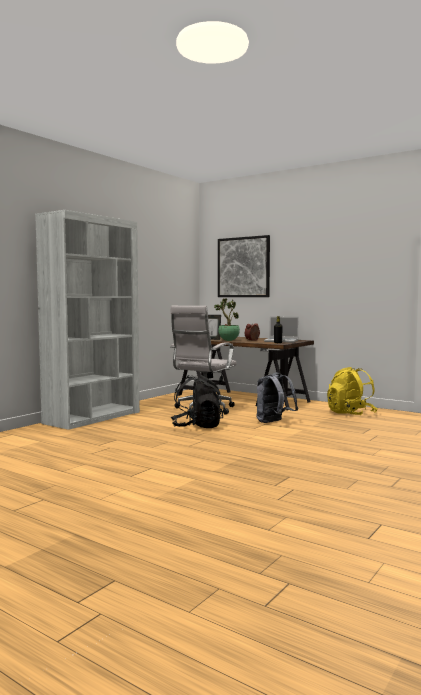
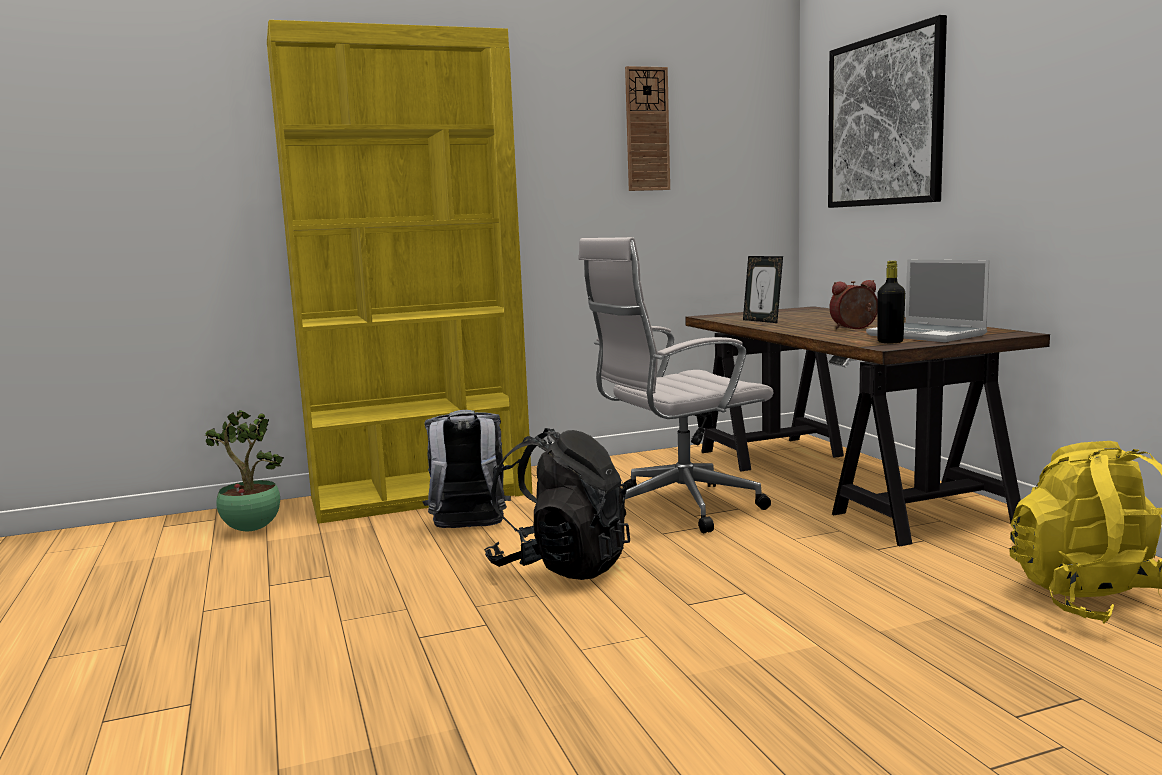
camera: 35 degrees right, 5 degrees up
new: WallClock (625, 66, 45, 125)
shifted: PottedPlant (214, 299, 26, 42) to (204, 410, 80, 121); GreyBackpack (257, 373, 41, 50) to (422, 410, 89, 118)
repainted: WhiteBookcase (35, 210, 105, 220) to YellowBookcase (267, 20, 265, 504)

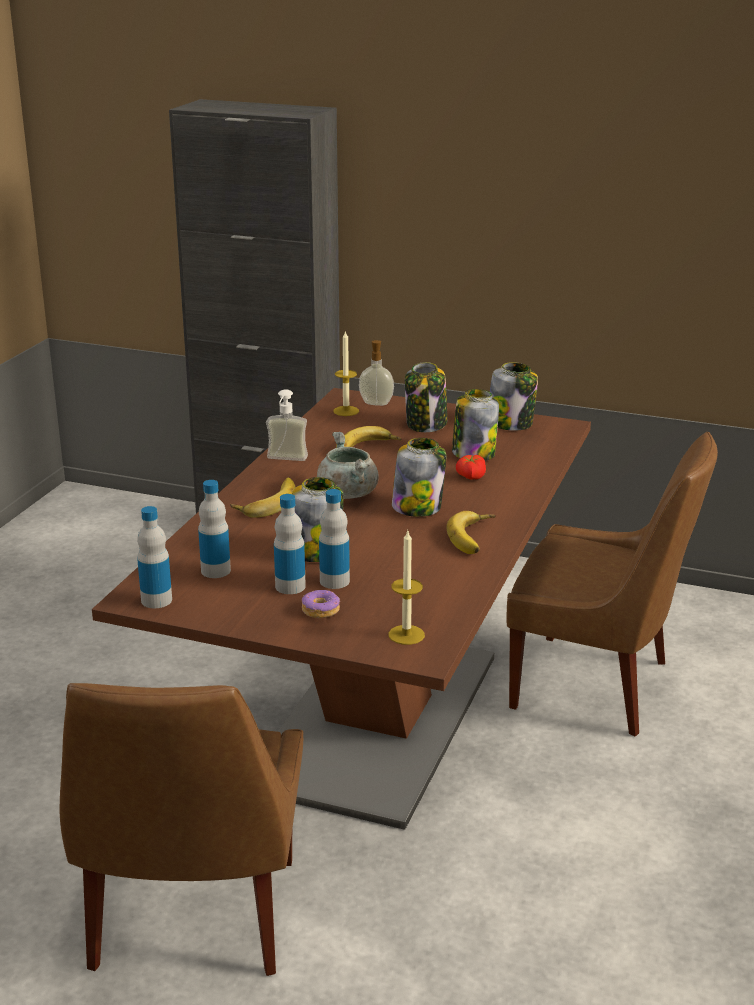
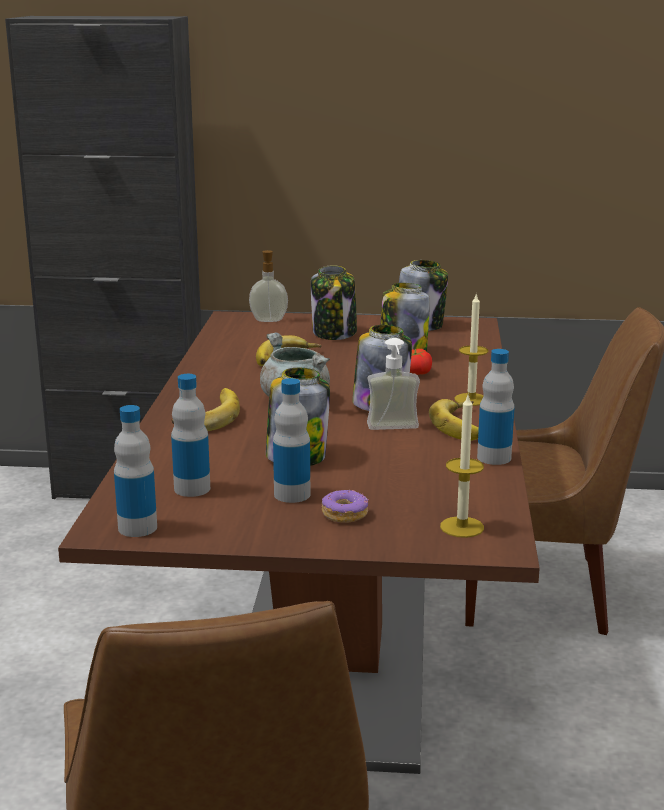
camera: 15 degrees left, 5 degrees down
shifted: Candle (333, 330, 26, 86) to (455, 293, 33, 113); SoapDispenser (266, 389, 42, 72) to (367, 338, 53, 92); Bottle (319, 489, 31, 100) to (477, 349, 37, 116)

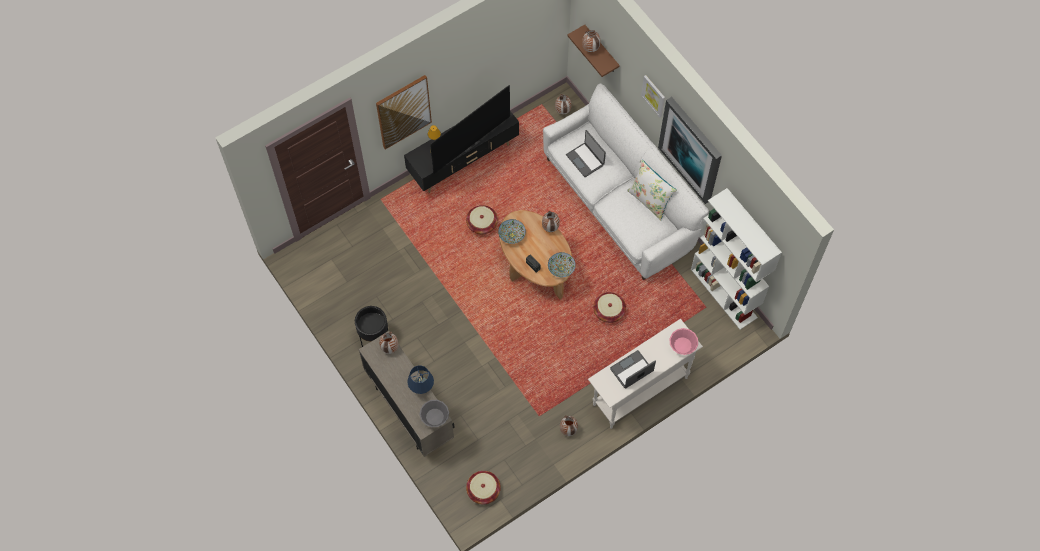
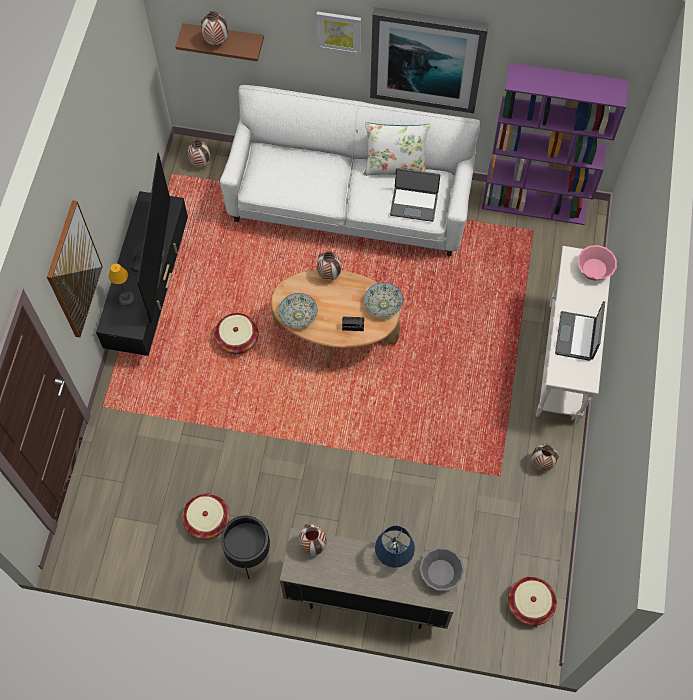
camera: 45 degrees left, 0 degrees up
shifted: Laptop (566, 130, 40, 47) to (390, 168, 50, 54); Basket (593, 292, 33, 31) to (182, 493, 48, 47)
repainted: WhiteBookcase (691, 188, 91, 142) to PurpleBookcase (482, 63, 147, 162)

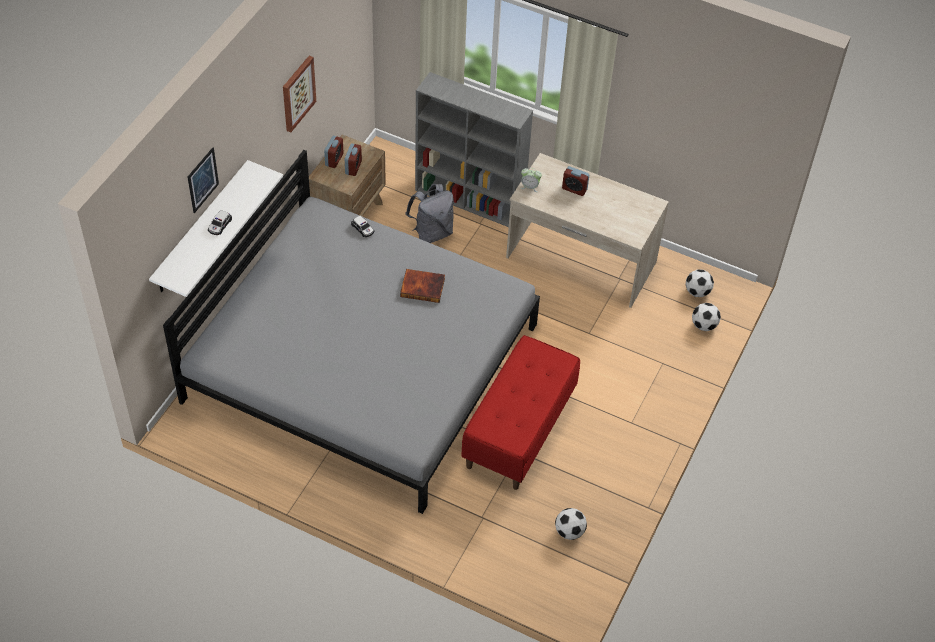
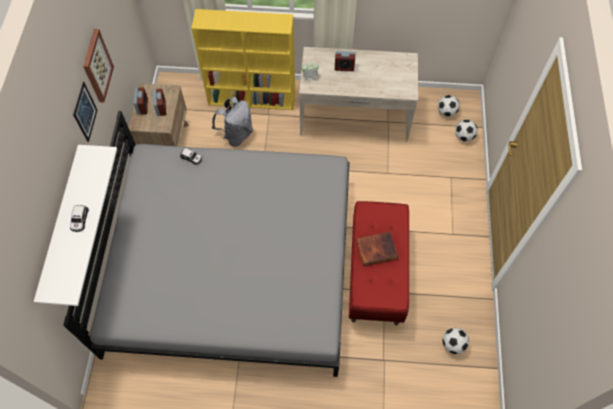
camera: 20 degrees left, 10 degrees up
shifted: Picture (188, 147, 31, 66) to (73, 82, 24, 60); Book (400, 269, 45, 34) to (357, 232, 41, 34)
repainted: GreyBookcase (415, 72, 118, 155) to YellowBookcase (191, 9, 104, 101)

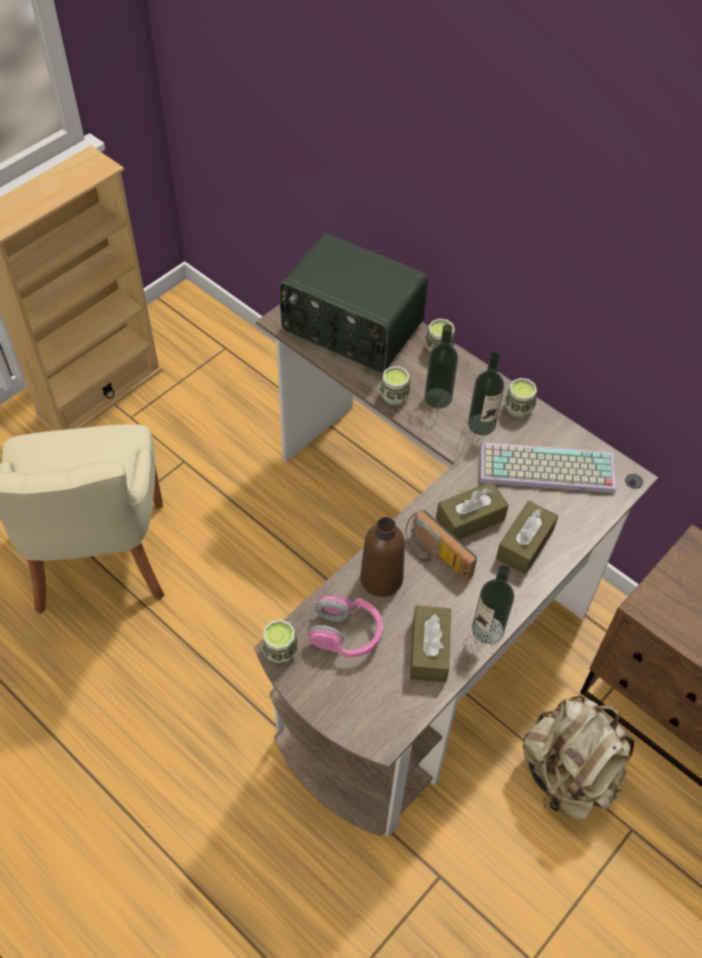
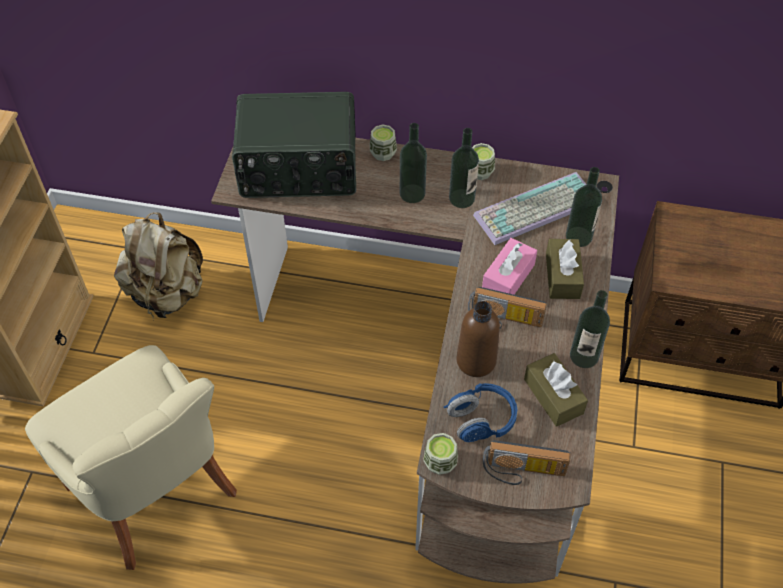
camera: 30 degrees left, 0 degrees up
gone: Cup (380, 366, 30, 39)
new: Bottle (566, 167, 36, 80); Radio (483, 440, 88, 45)
shifted: BeigeBackpack (522, 696, 112, 124) to (114, 212, 89, 106)
repainted: BrownTissueBox (436, 481, 73, 59) to PinkTissueBox (482, 238, 55, 57); PinkHeadphones (308, 596, 75, 62) to BlueHeadphones (444, 383, 73, 59)

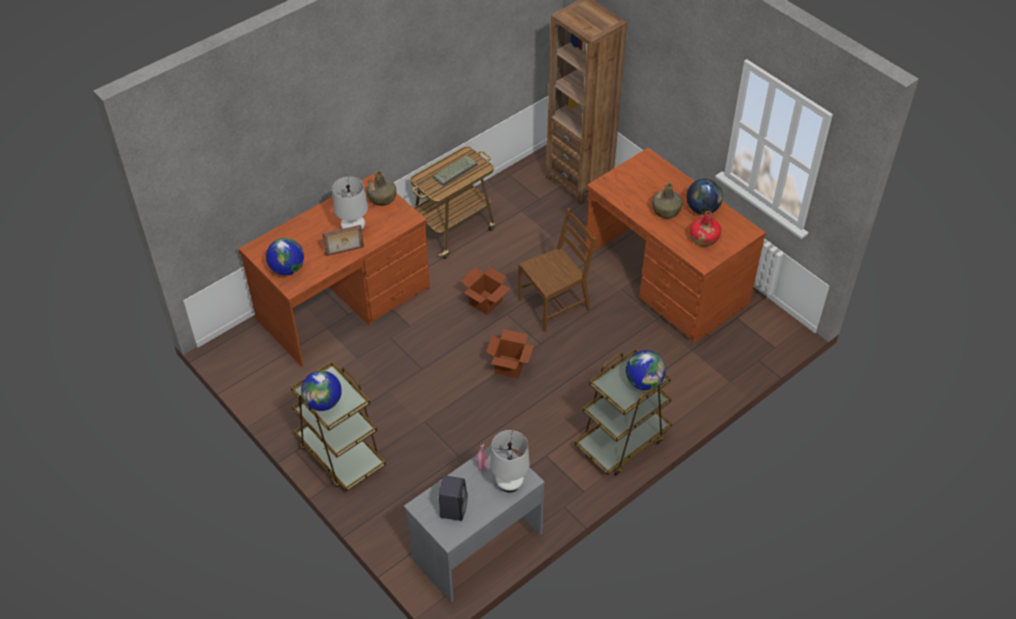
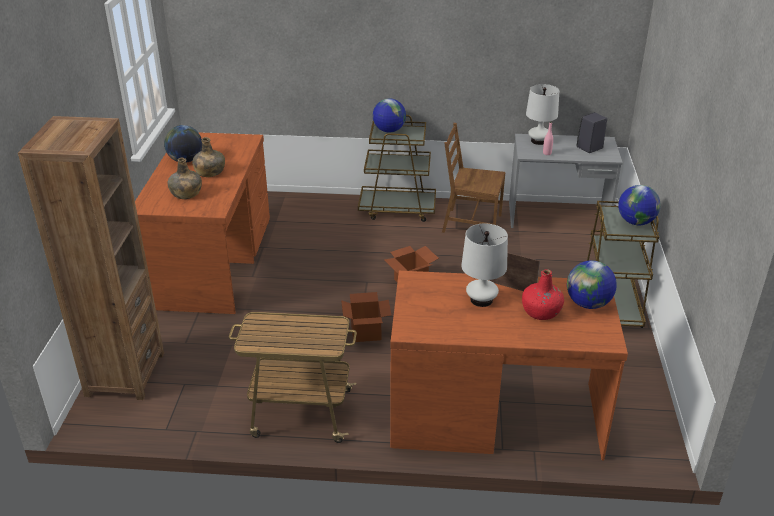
camera: 135 degrees left, 15 degrees down
gone: Keyboard (433, 156, 45, 30)
shifted: GreenBottle (366, 171, 30, 35) to (168, 158, 34, 41); BrownChair (518, 208, 79, 124) to (442, 123, 63, 110); RedBottle (690, 211, 31, 35) to (522, 269, 42, 51)

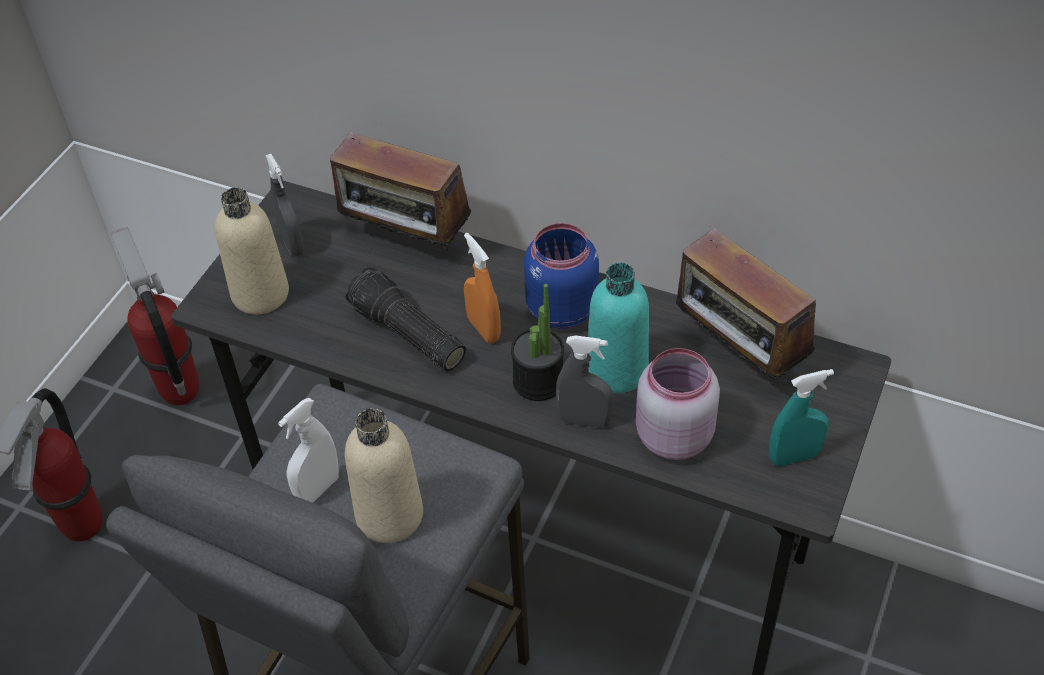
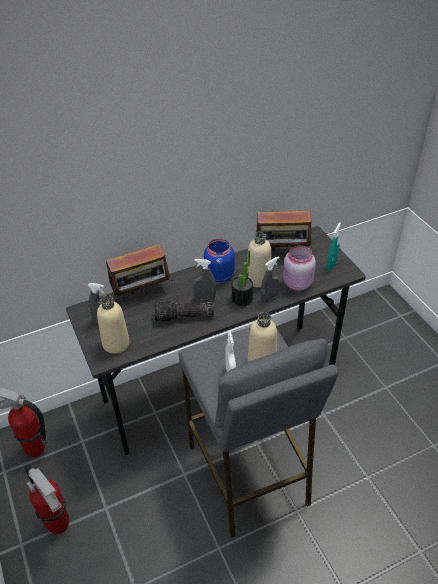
camera: 50 degrees left, 5 degrees down
repainted: OrangeSprayBottle (464, 233, 37, 110) to GreySprayBottle (193, 259, 23, 41); TurquoiseBottle (588, 263, 61, 130) to BeigeBottle (247, 232, 24, 56)

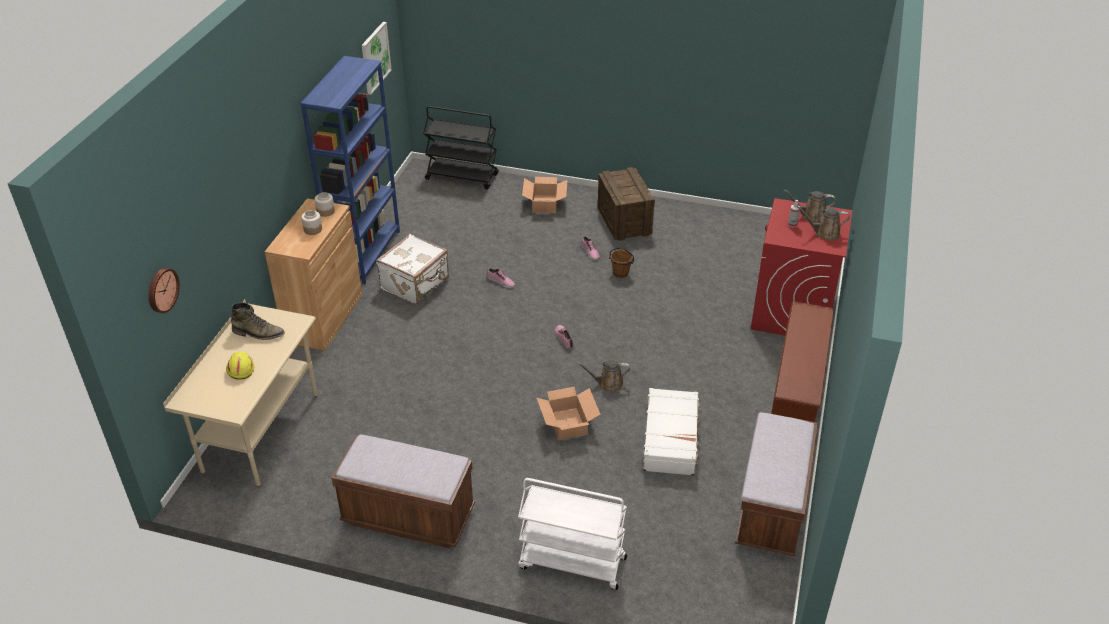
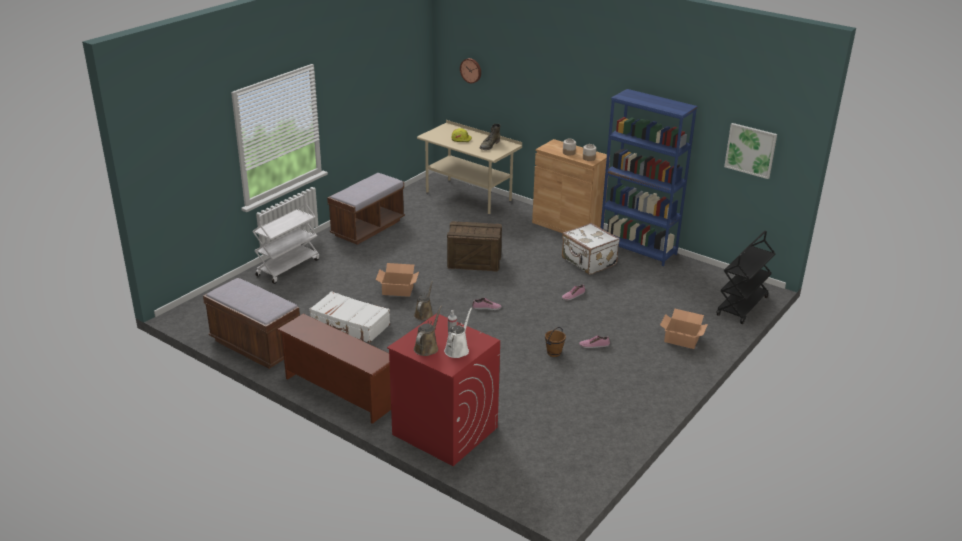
camera: 110 degrees right, 10 degrees down
shifted: Crate (597, 167, 58, 74) to (447, 221, 55, 51)
repainted: BrownWateringCan (784, 189, 52, 34) to WhiteWateringCan (444, 308, 28, 50)

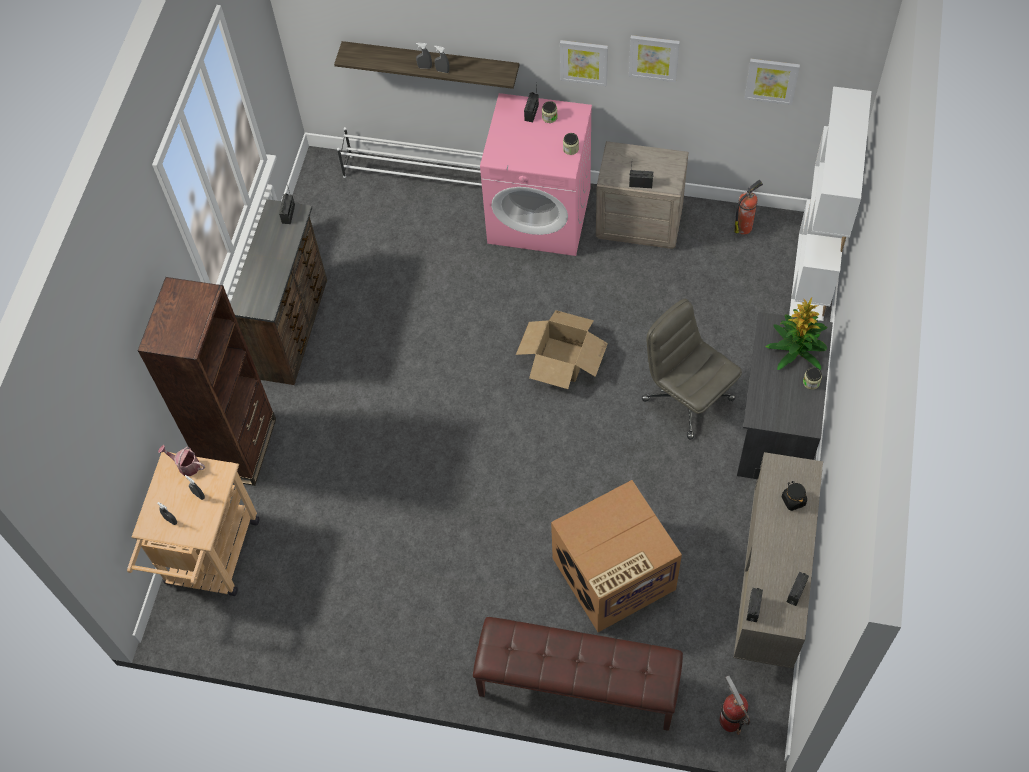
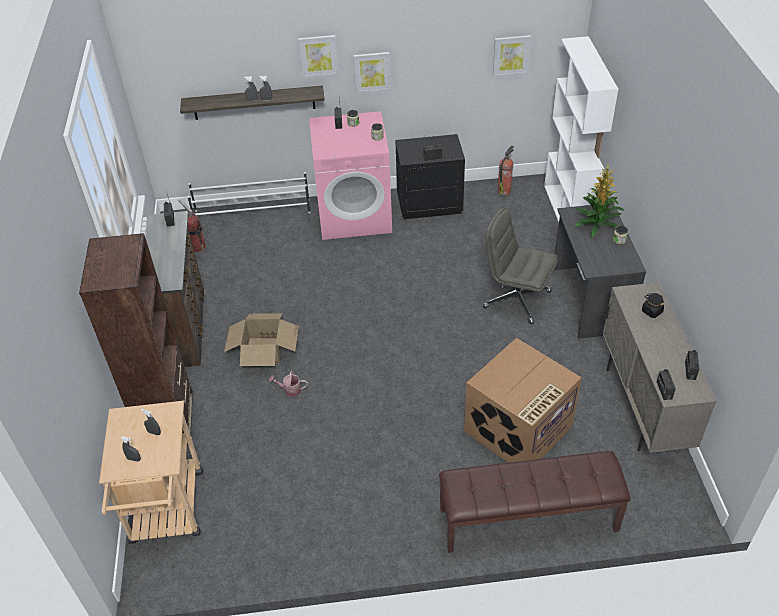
camera: 20 degrees left, 15 degrees down
shifted: Picture (629, 35, 51, 47) to (298, 35, 41, 43); CardboardBox (516, 310, 92, 79) to (224, 313, 75, 53); WateringCan (158, 445, 47, 31) to (269, 371, 39, 26); FireExtinguisher (719, 676, 31, 59) to (179, 200, 27, 52)
repainted: BeigeNightstand (596, 141, 93, 108) to BlackNightstand (395, 134, 70, 85)

